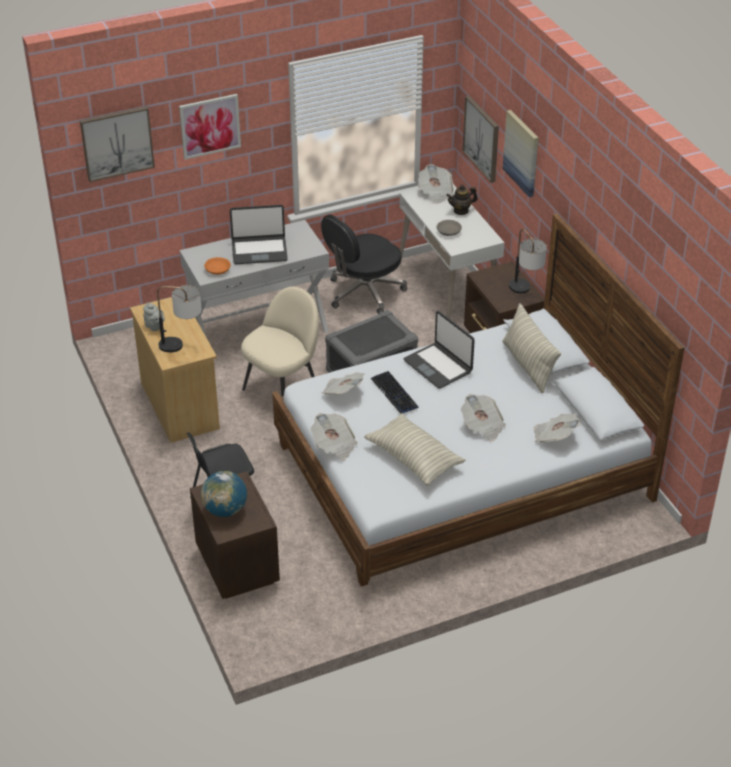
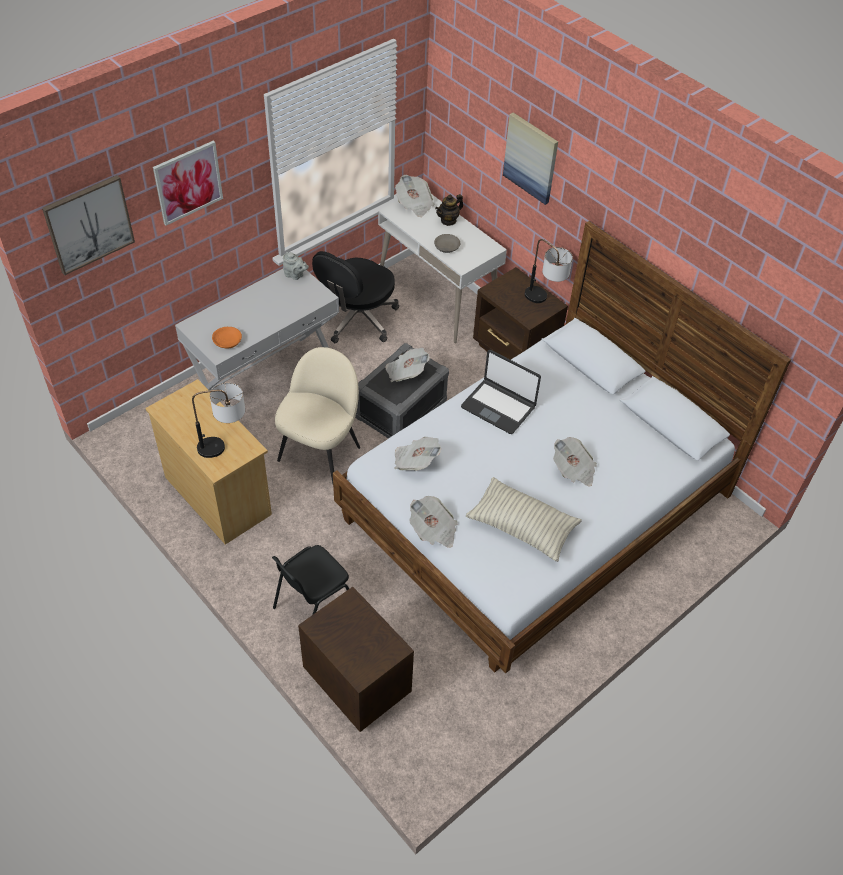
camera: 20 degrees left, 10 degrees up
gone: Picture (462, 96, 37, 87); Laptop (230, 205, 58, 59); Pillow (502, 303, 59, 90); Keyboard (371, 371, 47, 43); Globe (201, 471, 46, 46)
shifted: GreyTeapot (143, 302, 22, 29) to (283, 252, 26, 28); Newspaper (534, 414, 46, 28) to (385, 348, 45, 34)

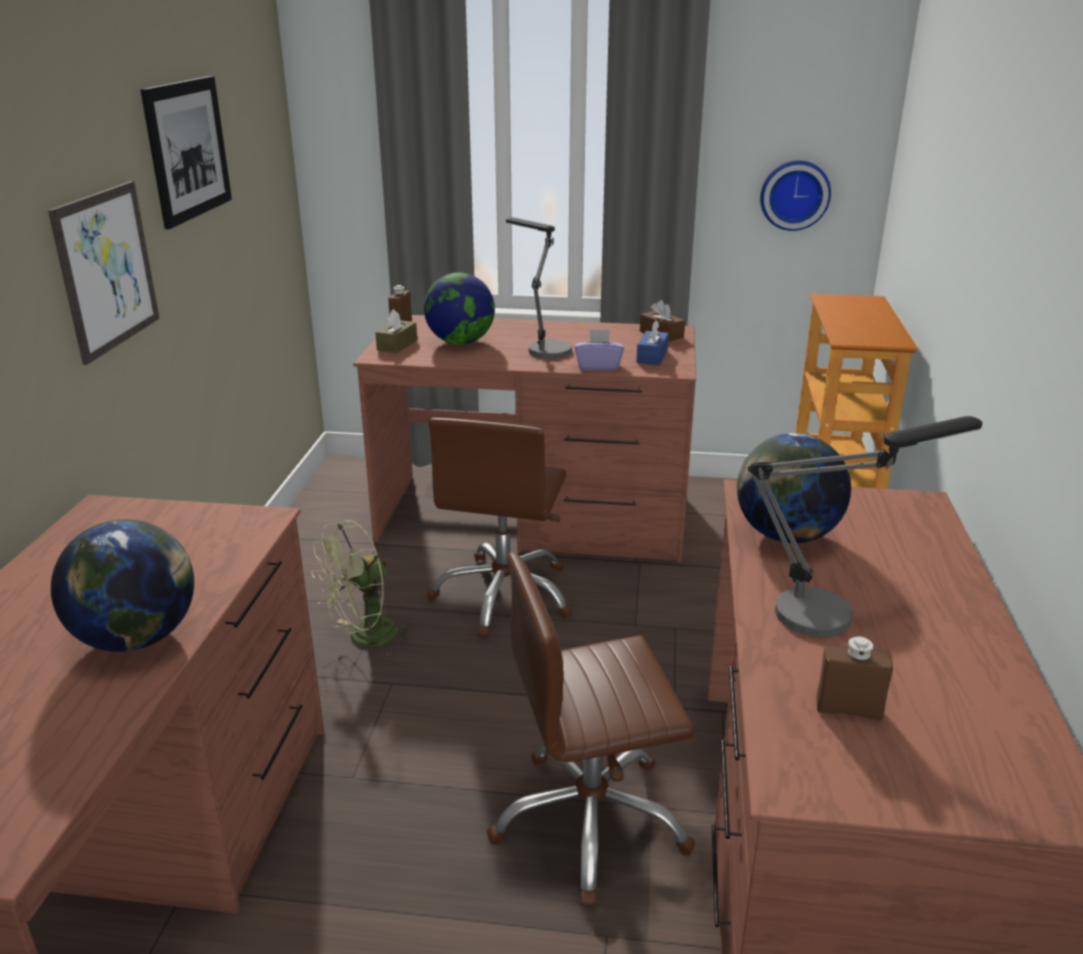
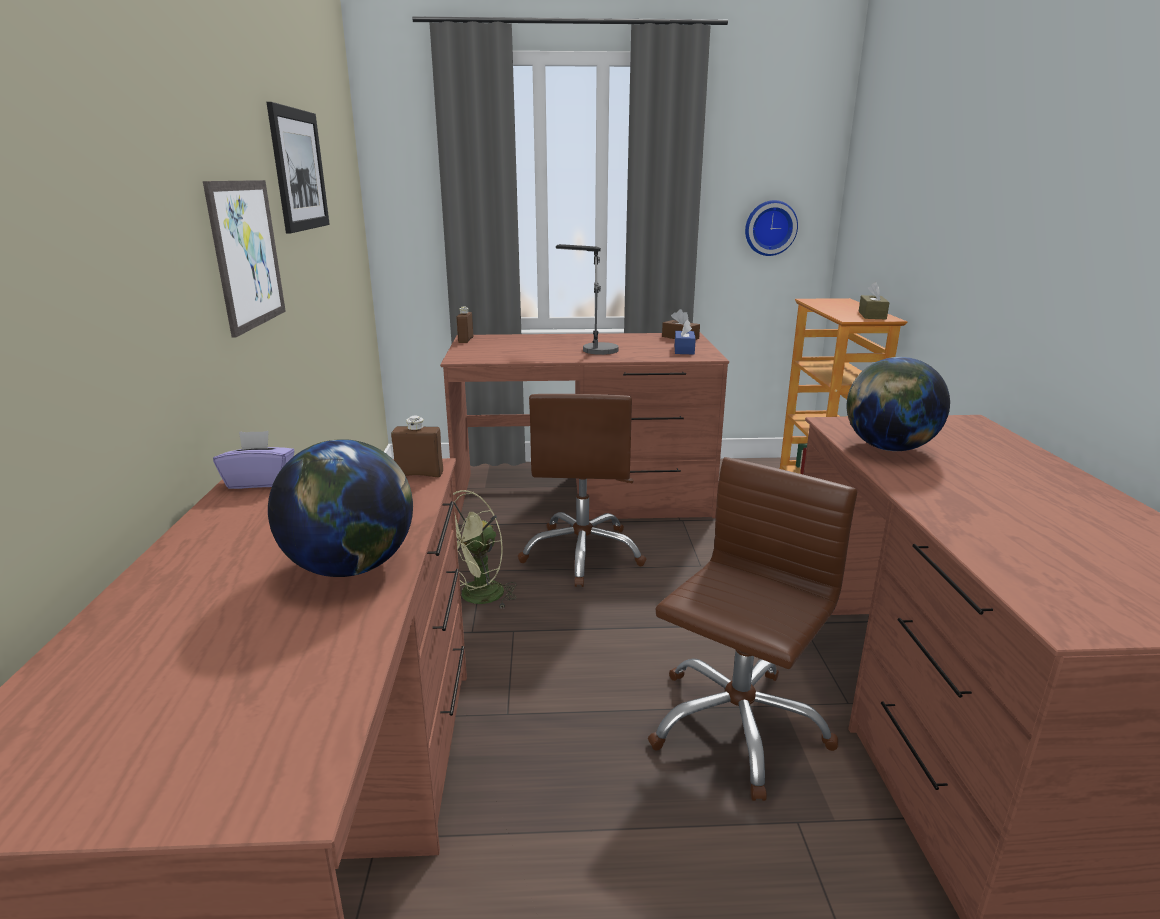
camera: 10 degrees left, 5 degrees down
gone: Globe (424, 273, 71, 71); TableLamp (748, 416, 235, 221)
shifted: BrownTissueBox (375, 309, 42, 44) to (858, 282, 32, 37); PurpleTissueBox (575, 329, 49, 41) to (213, 431, 82, 58); BrownBottle (816, 637, 77, 84) to (391, 416, 52, 61)
rotated: BrownOfficeChair (487, 552, 208, 355) = (648, 457, 209, 344) 150 degrees clockwise

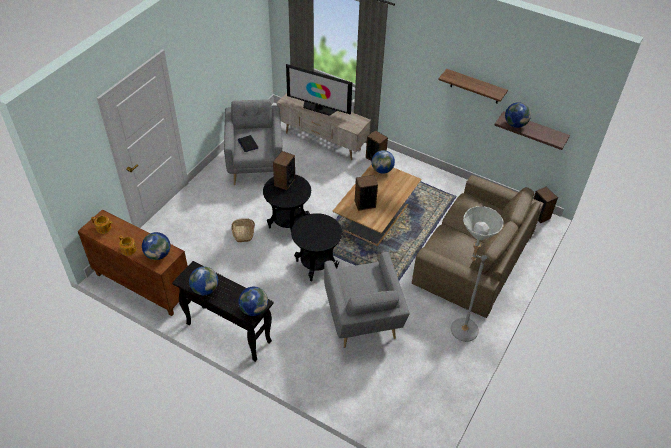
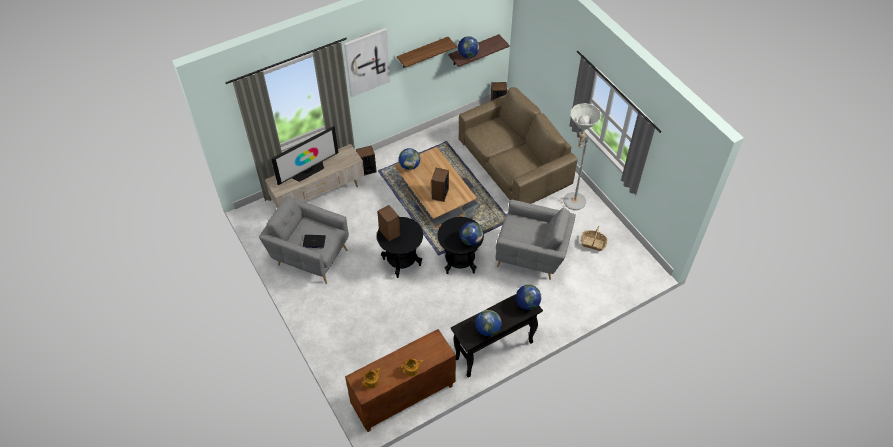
camera: 60 degrees left, 5 degrees up
new: Picture (344, 28, 46, 69)
shifted: Basket (231, 218, 24, 24) to (581, 226, 26, 25); Globe (142, 232, 28, 28) to (460, 222, 23, 24)

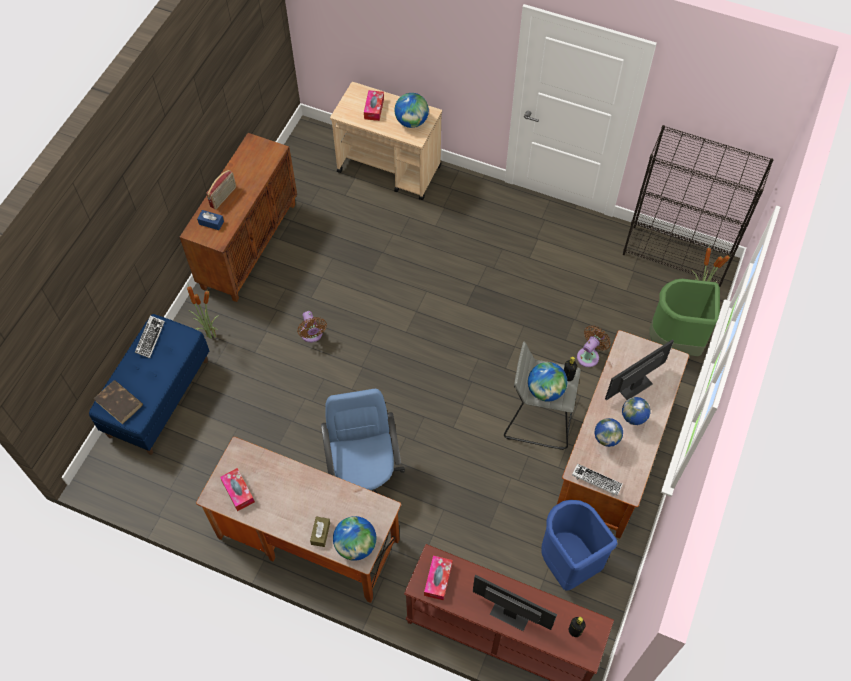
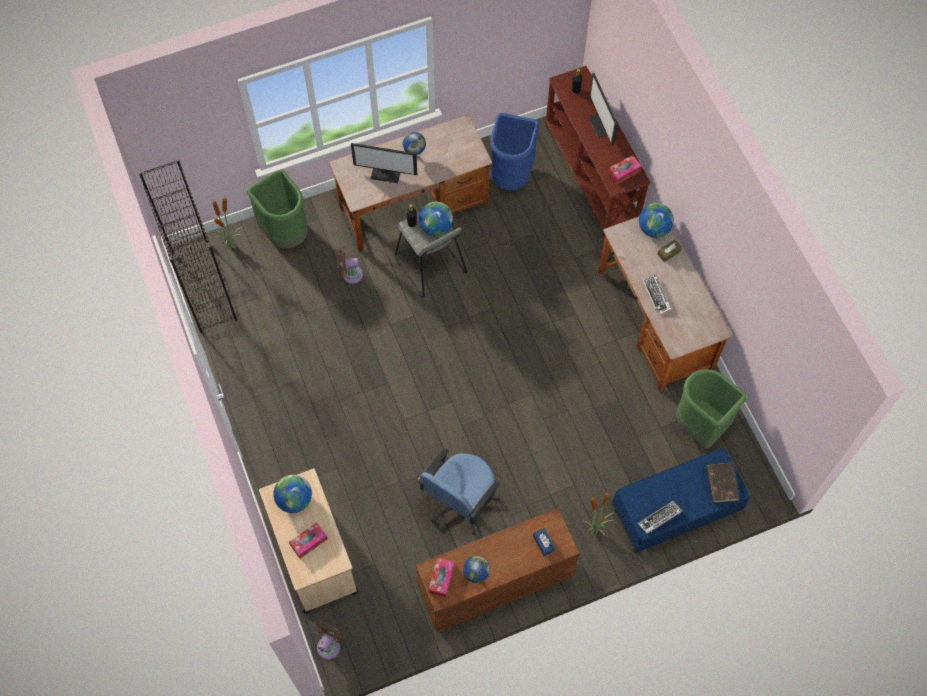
camera: 135 degrees left, 5 degrees up
gone: Radio (206, 170, 30, 40)
new: GreenTrashCan (676, 369, 71, 79)
shifted: BrownFan (297, 311, 30, 32) to (316, 622, 30, 38); BlueOfficeChair (321, 388, 84, 105) to (418, 448, 82, 87); Globe (594, 418, 29, 29) to (463, 556, 27, 27); Keyboard (572, 464, 51, 32) to (643, 274, 28, 41); TissueBox (220, 468, 35, 43) to (428, 557, 27, 40)

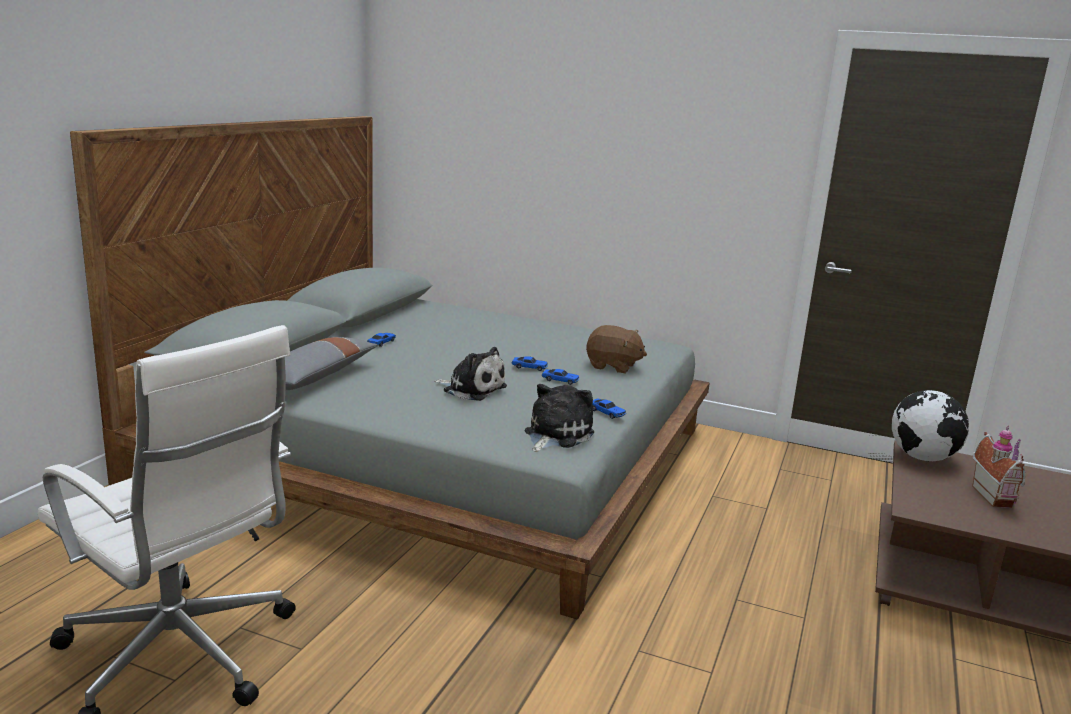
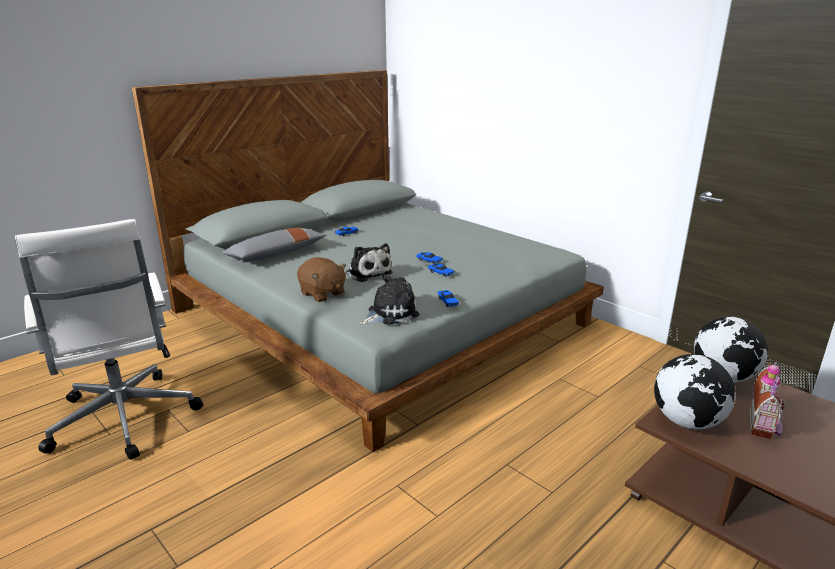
camera: 25 degrees right, 5 degrees up
new: Globe (654, 354, 82, 76)
shifted: BrownPlushToy (586, 325, 61, 48) to (297, 257, 49, 45)

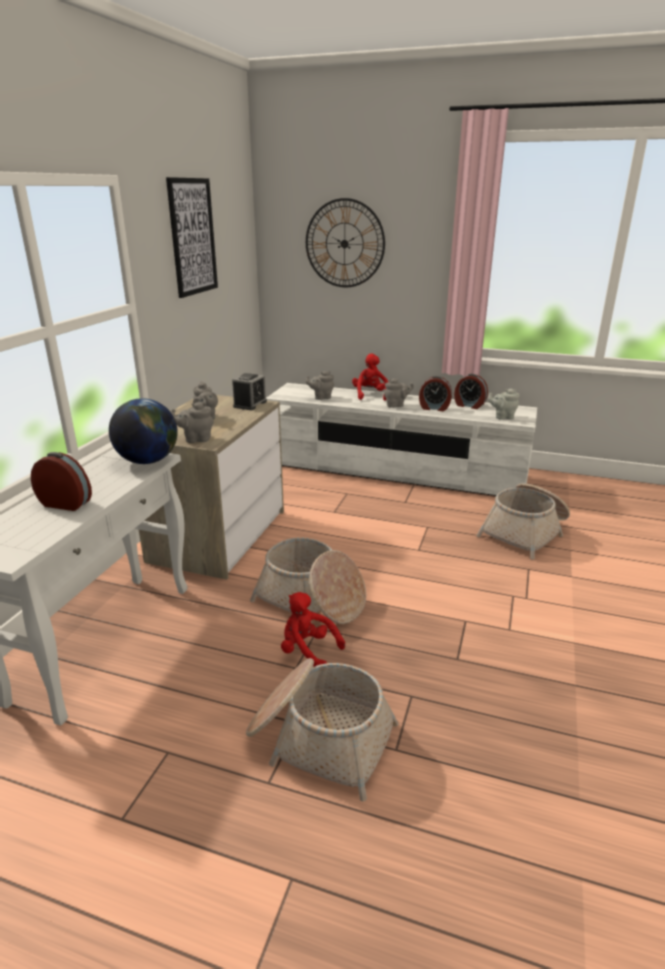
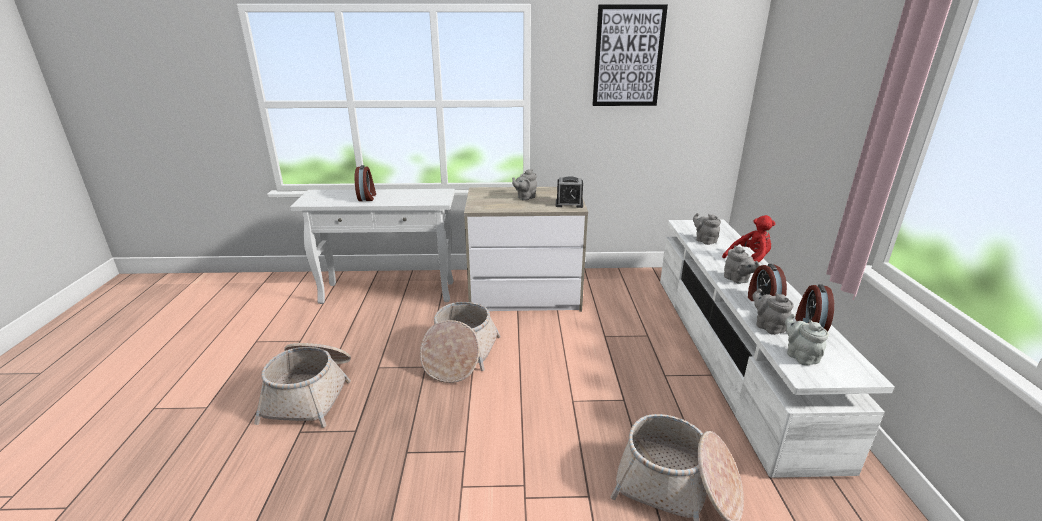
camera: 70 degrees right, 0 degrees up
gone: WallClock (306, 198, 79, 89); Globe (109, 398, 69, 66); RedPlushToy (281, 592, 64, 75)
shifted: GreyTeapot (171, 402, 43, 41) to (752, 288, 42, 47)

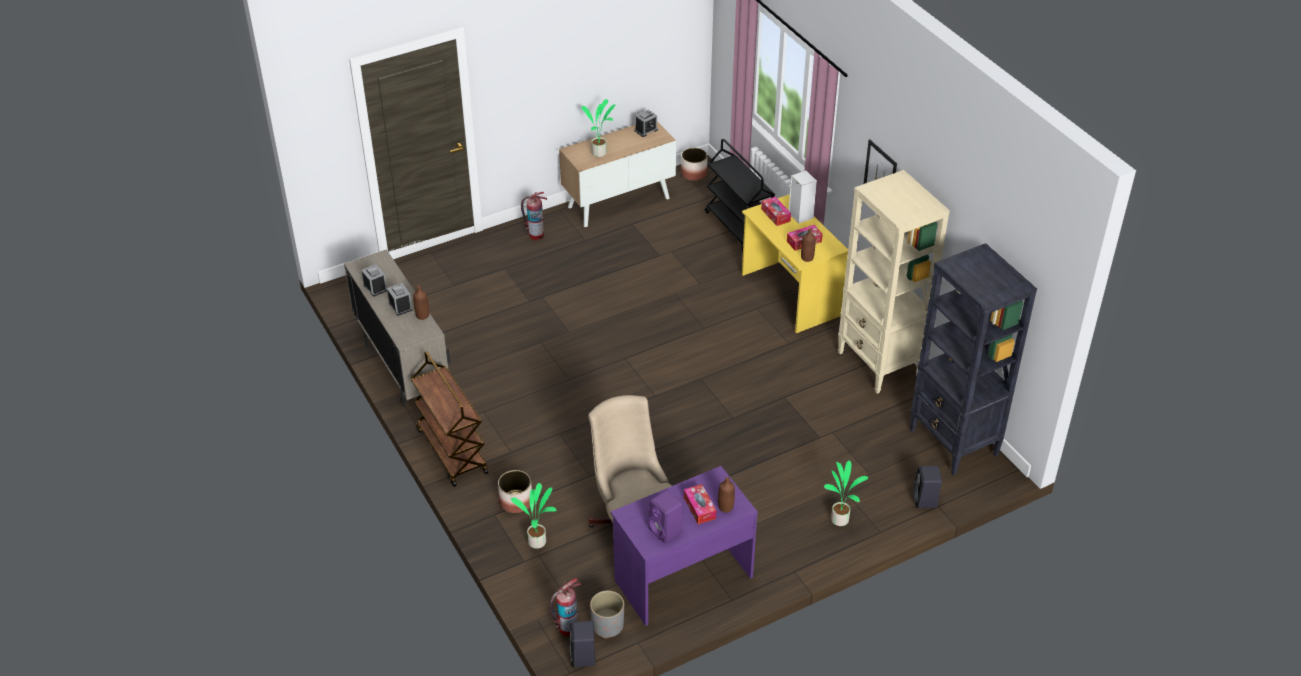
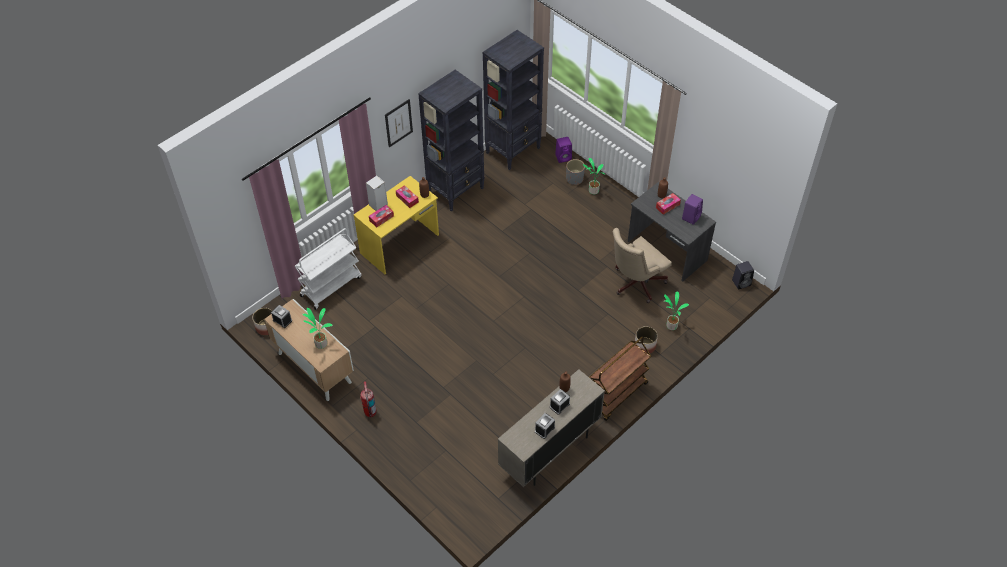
camera: 105 degrees left, 10 degrees up
gone: FireExtinguisher (550, 578, 31, 58)
shifted: GreyPlanter (590, 590, 34, 48) to (566, 159, 19, 26)
repainted: BlackCart (705, 139, 70, 113) to WhiteCart (295, 228, 67, 82); BeigeBookcase (838, 170, 112, 224) to BlackBookcase (418, 70, 67, 142); PurpleDesk (611, 466, 147, 160) to GreyDesk (628, 182, 88, 100); BlackSpeaker (913, 466, 29, 42) to PurpleSpeaker (555, 137, 17, 26)

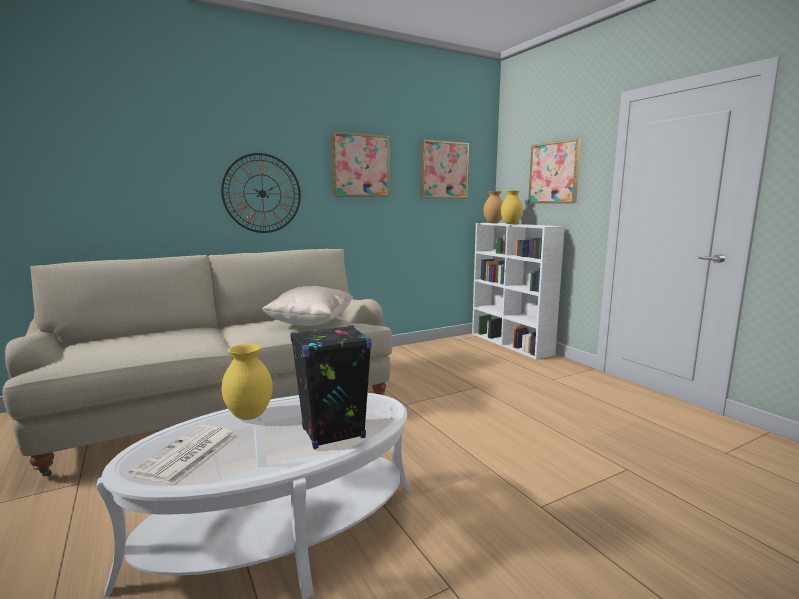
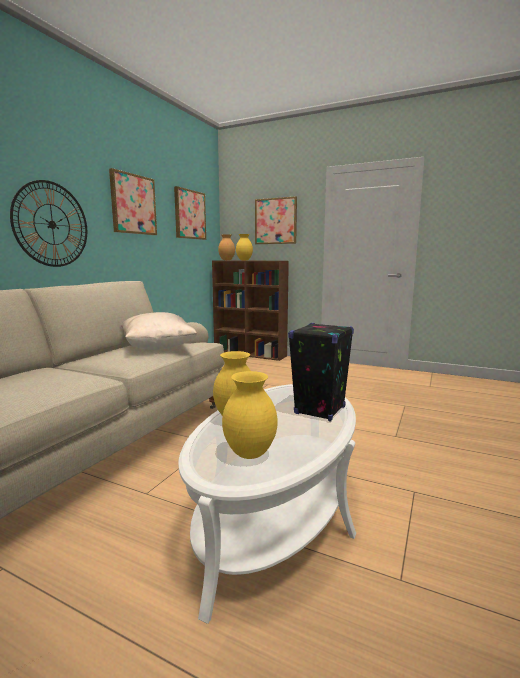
camera: 35 degrees left, 0 degrees up
swapped: Newspaper (129, 425, 107, 59) to YellowVase (222, 371, 56, 88)
repainted: WhiteBookcase (472, 223, 93, 137) to BrownBookcase (212, 260, 77, 101)

